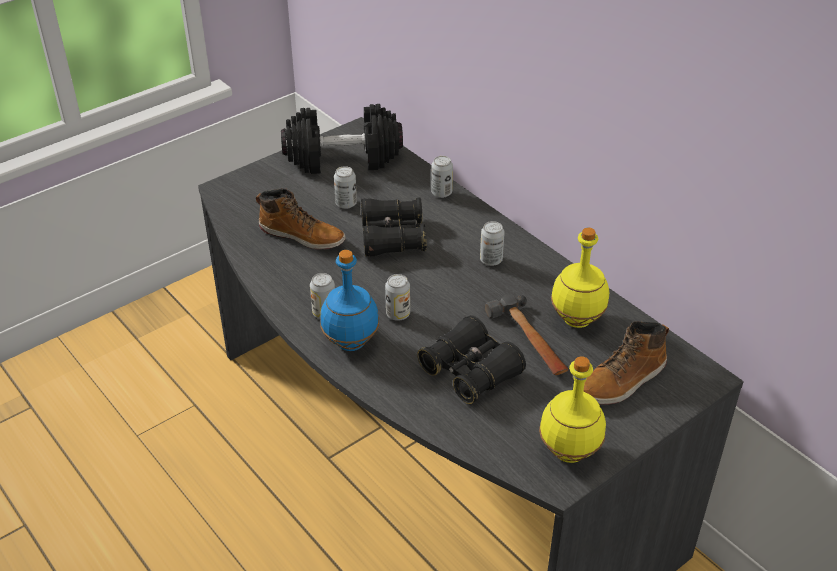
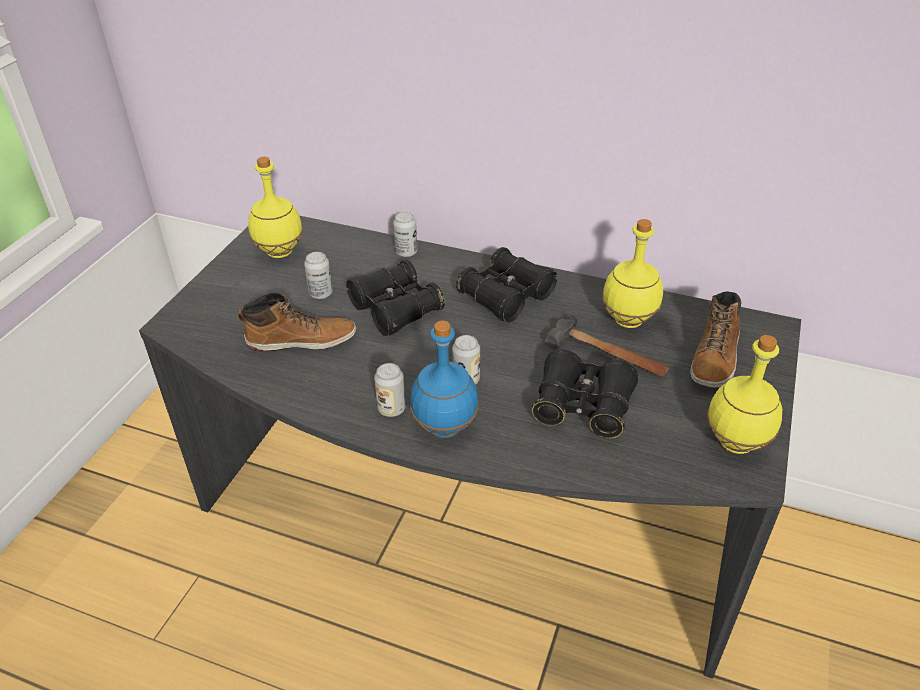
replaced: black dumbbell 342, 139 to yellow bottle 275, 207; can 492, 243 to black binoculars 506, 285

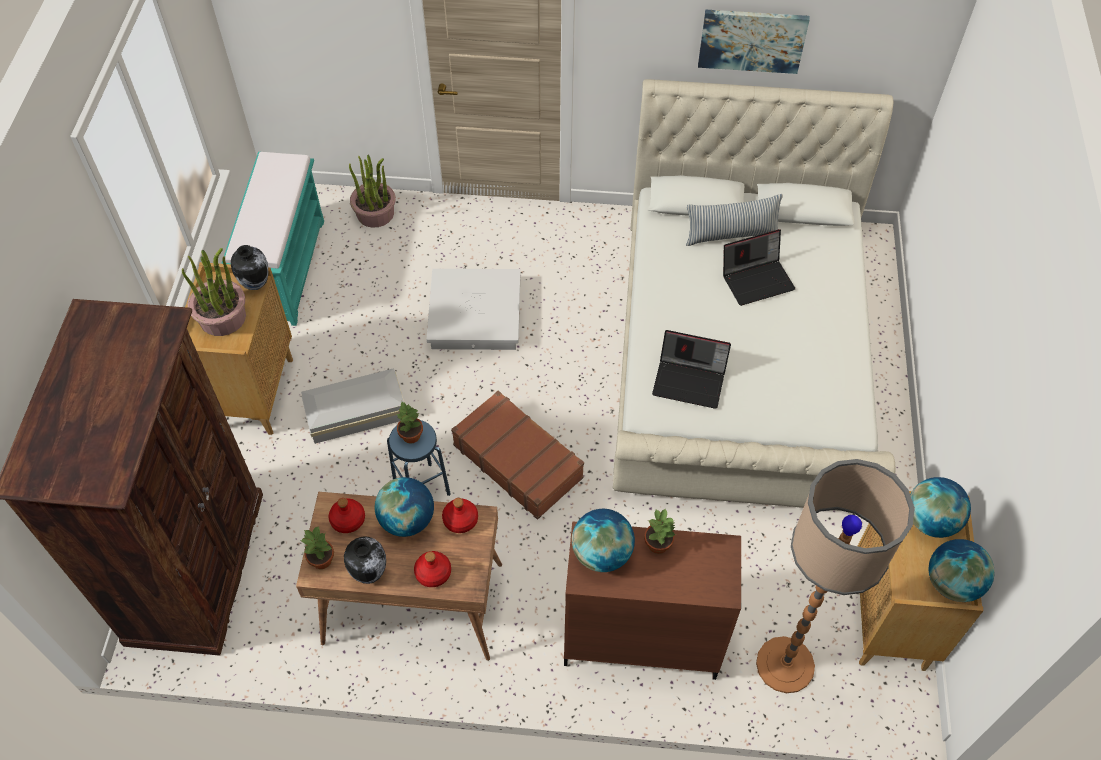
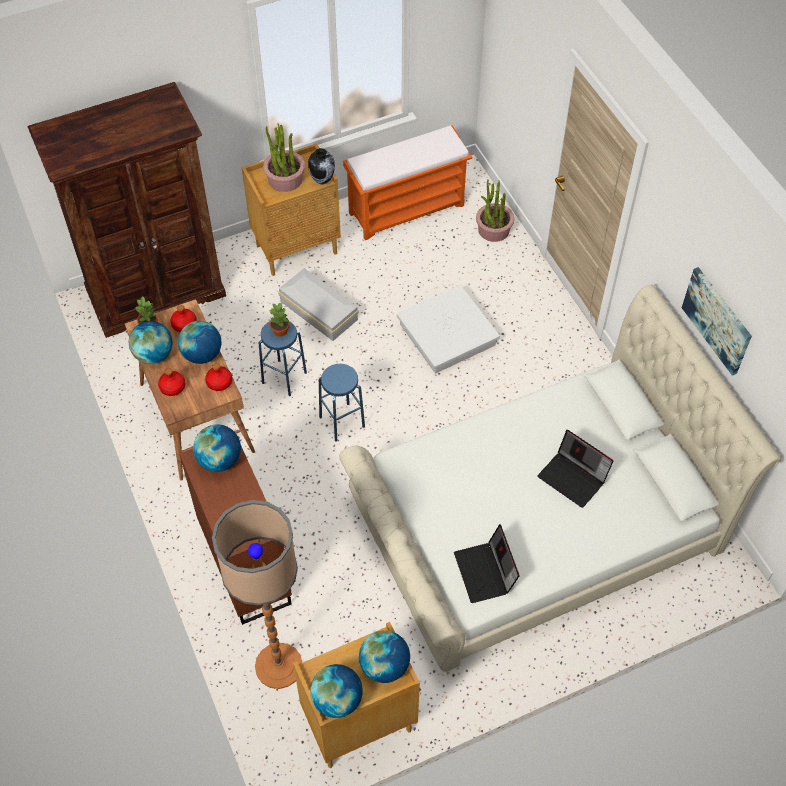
removed: potted plant 660, 531; pillow 734, 220
moved: laptop 691, 369 to 487, 563
replaced: vase 365, 560 to globe 150, 342; brown suitcase 517, 455 to blue stool 342, 403
recoloured: turquoise bench 272, 239 to orange bench 407, 182

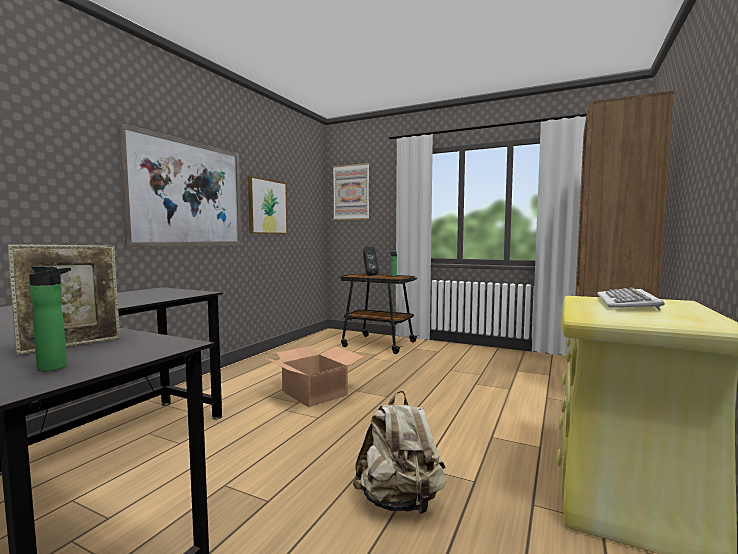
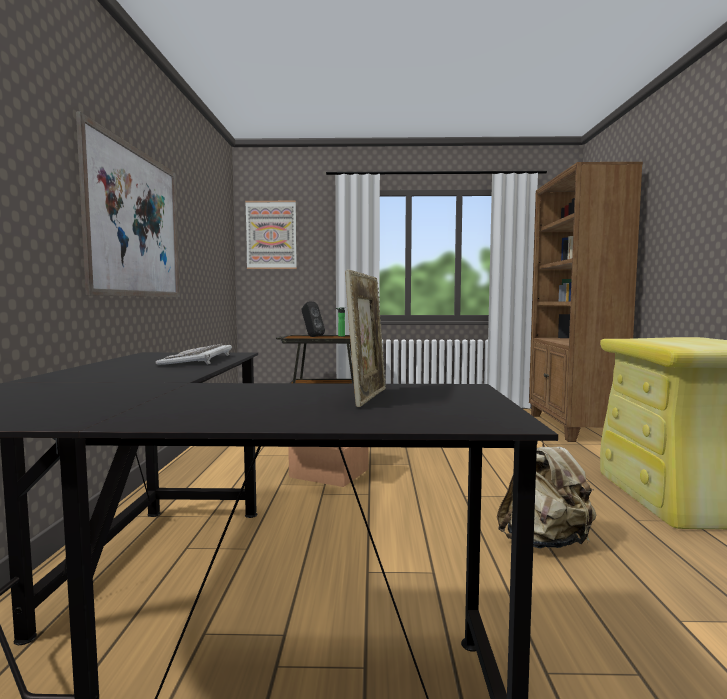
removed: bottle 50, 319; picture 268, 204
moved: keyboard 631, 298 to 193, 354

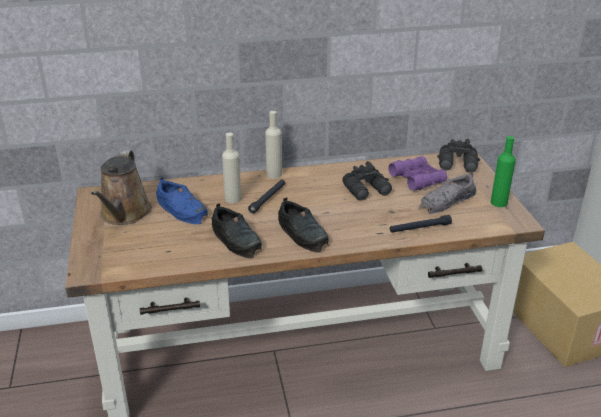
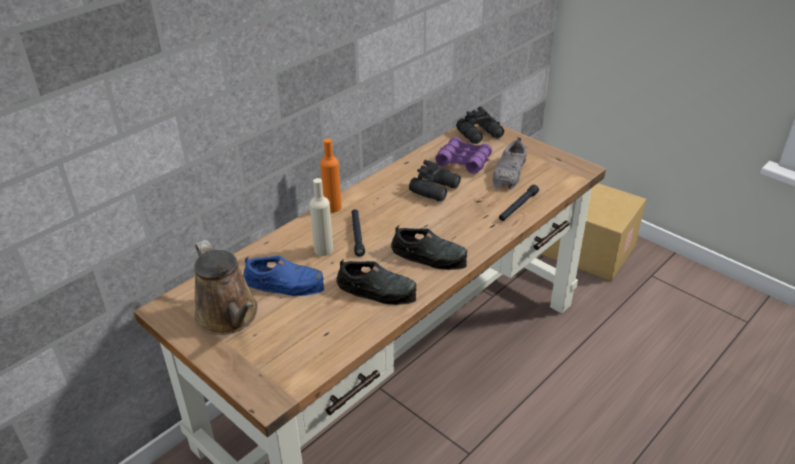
removed: green bottle 503, 171
recoloured: beige bottle 273, 145 to orange bottle 331, 176

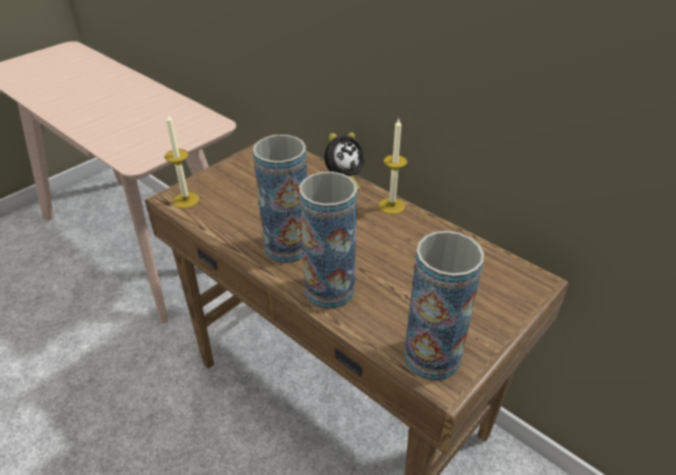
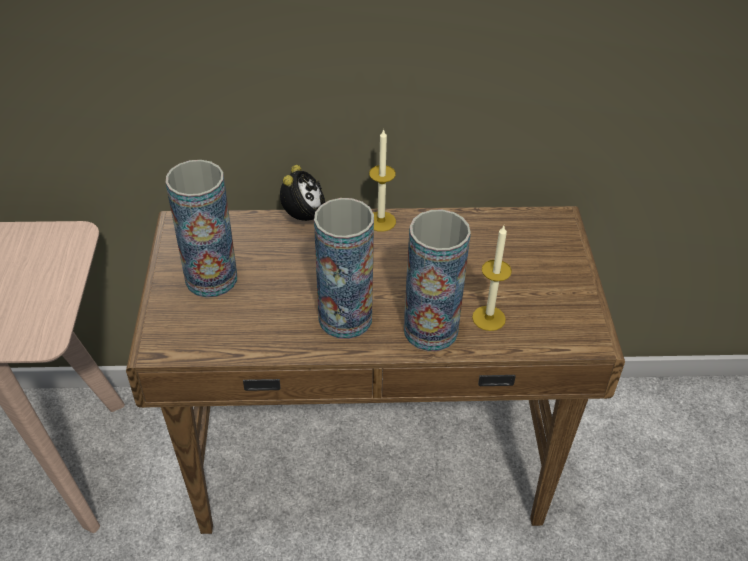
moved: candle 182, 160 to 492, 278; vase 444, 306 to 201, 229

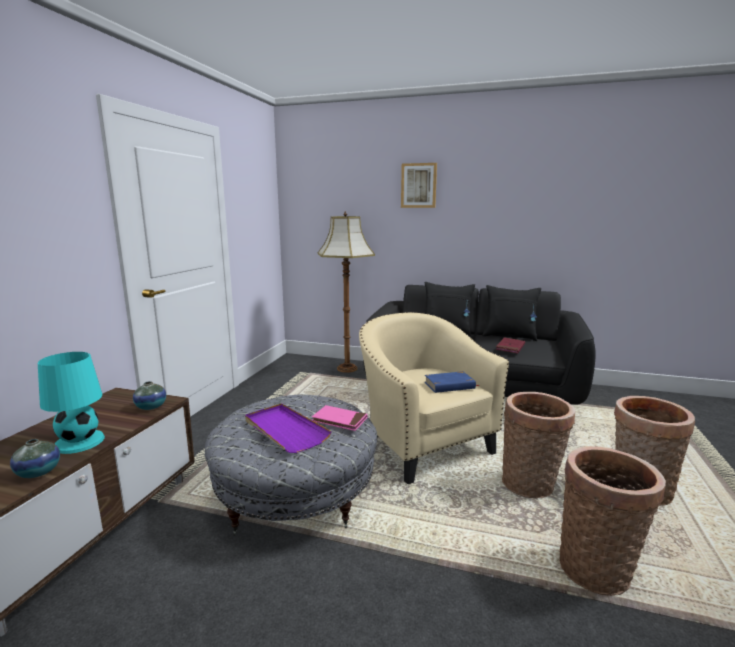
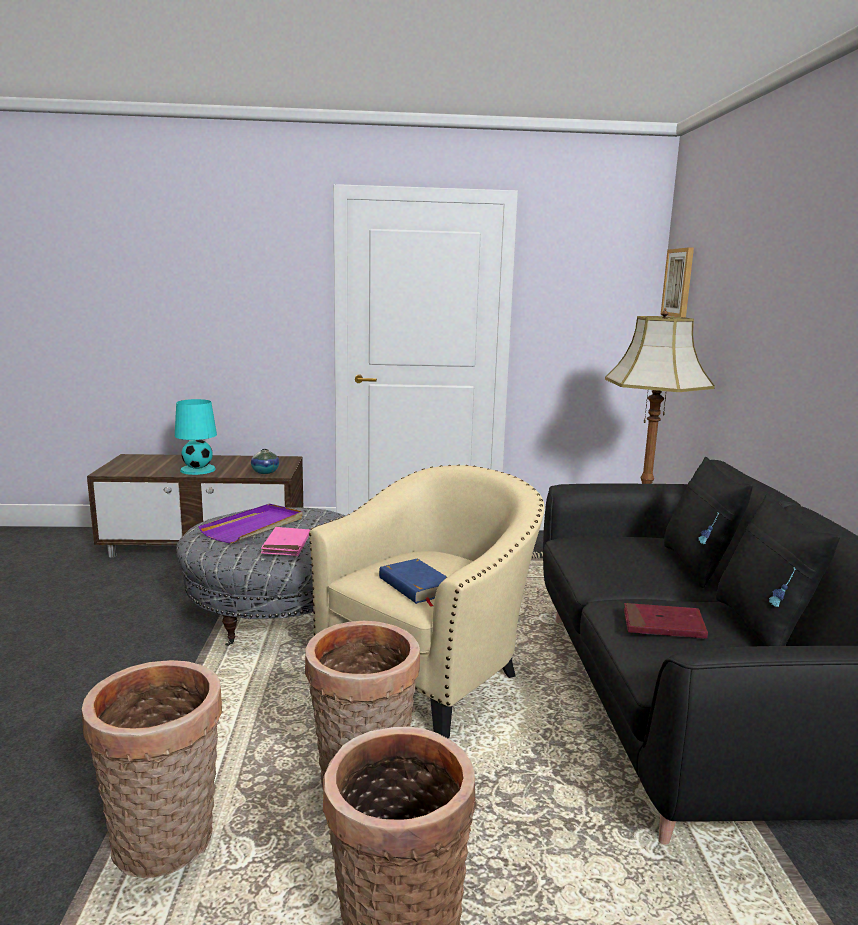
removed: vase 35, 458
moved: picture 419, 185 to 677, 282

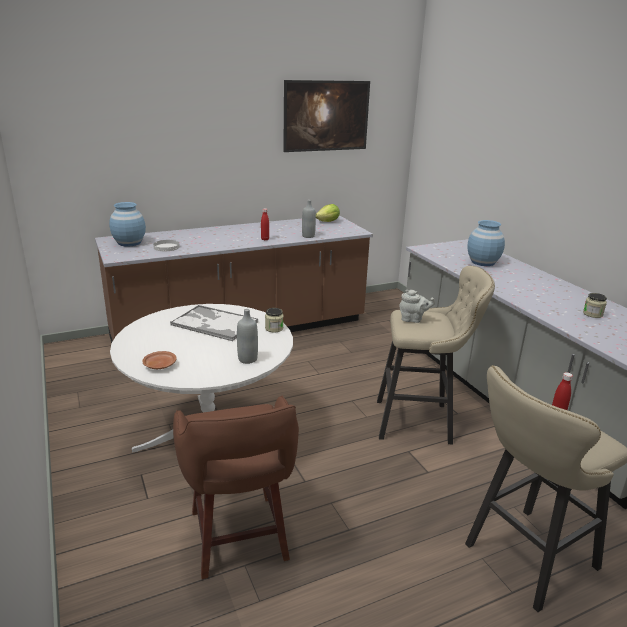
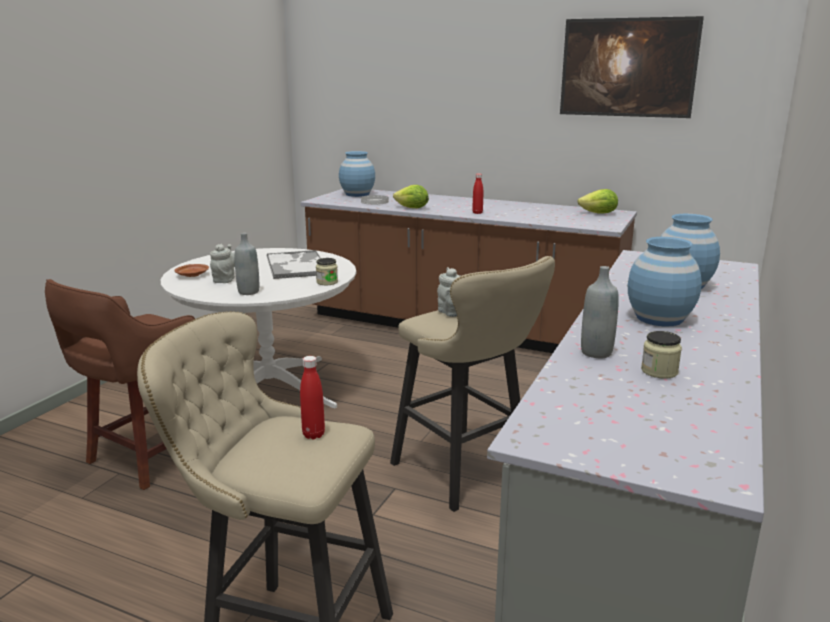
added: grey teapot 222, 263; lettuce 411, 196; blue vase 665, 282
moved: grey bottle 309, 219 to 600, 312

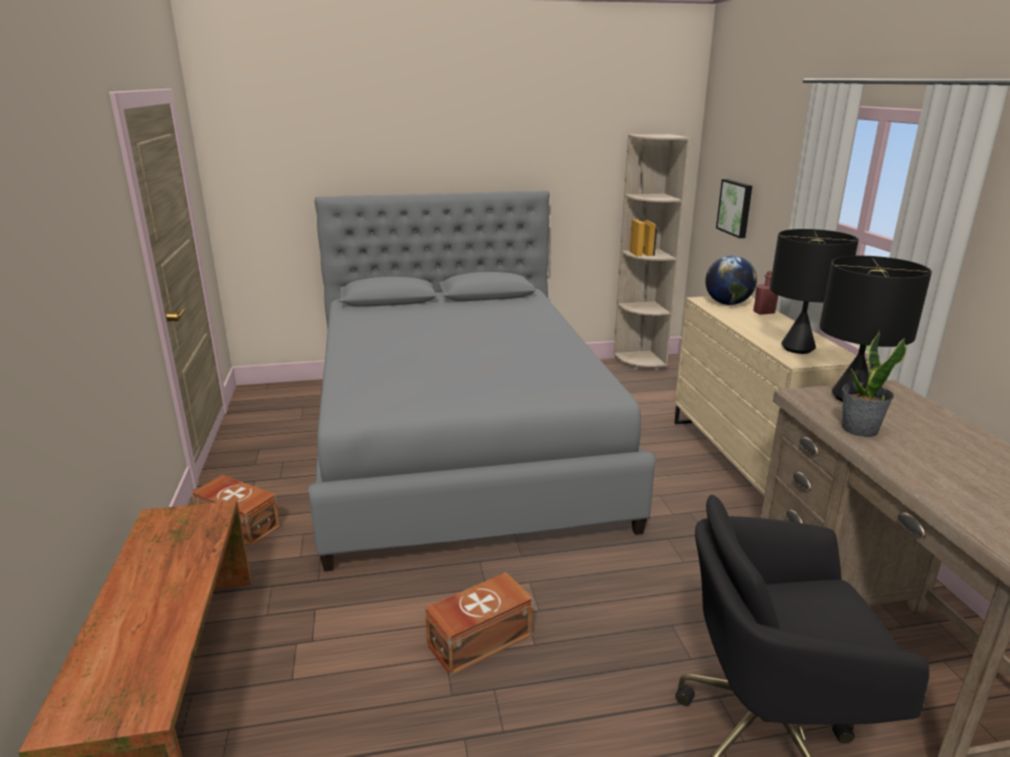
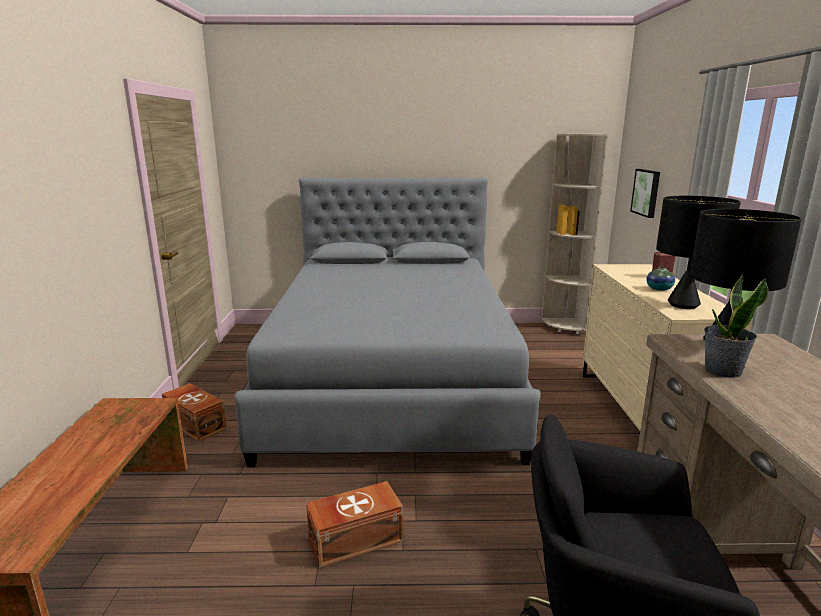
removed: globe 731, 280
added: vase 660, 279

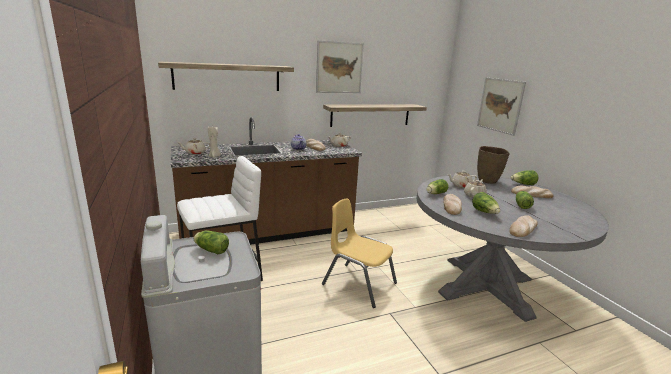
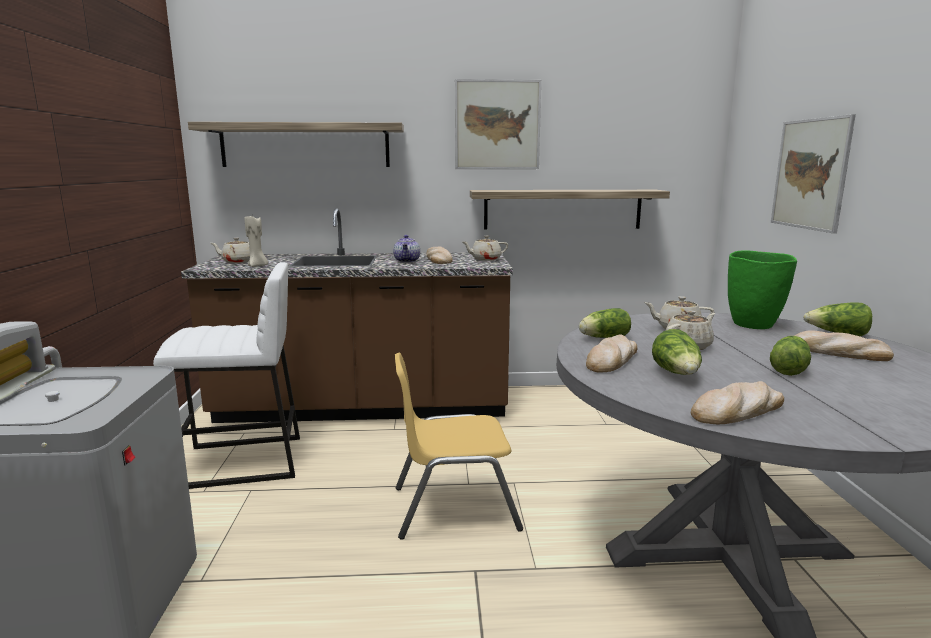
removed: lettuce 211, 242
recoloured: brown vase 493, 165 to green vase 762, 289
turned: yellow chair 359, 253 = 459, 446 60 degrees counterclockwise

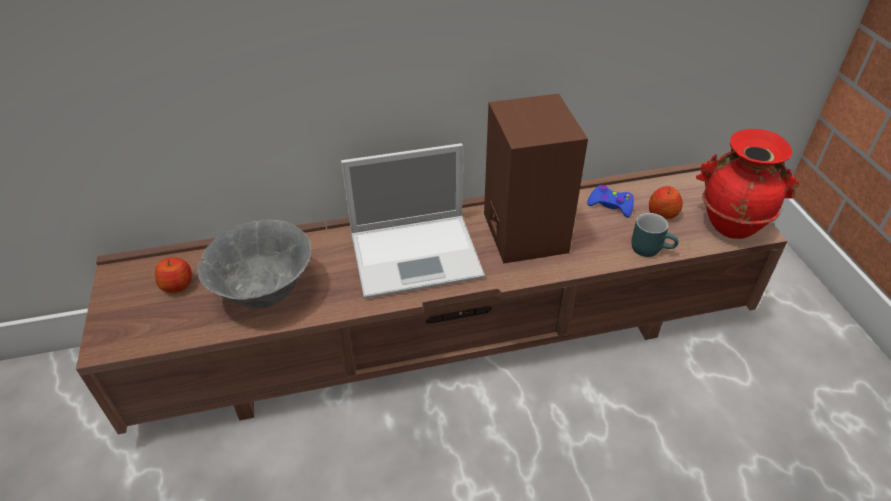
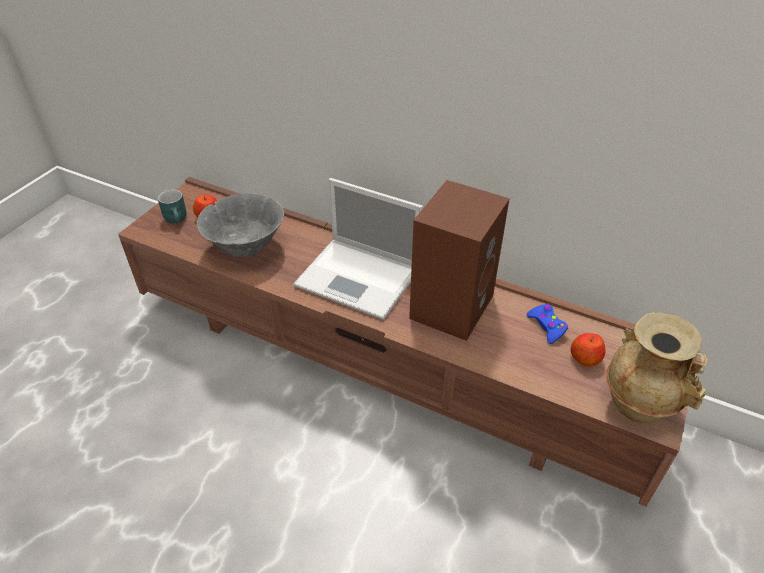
moved: turquoise mug 655, 235 to 172, 206
recoloured: red vase 747, 184 to beige vase 657, 367

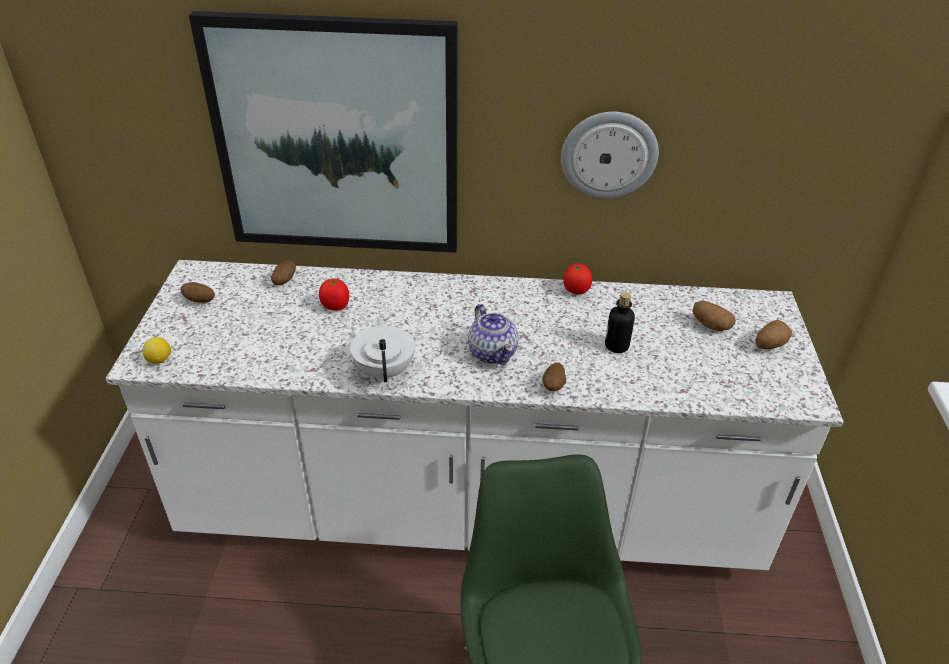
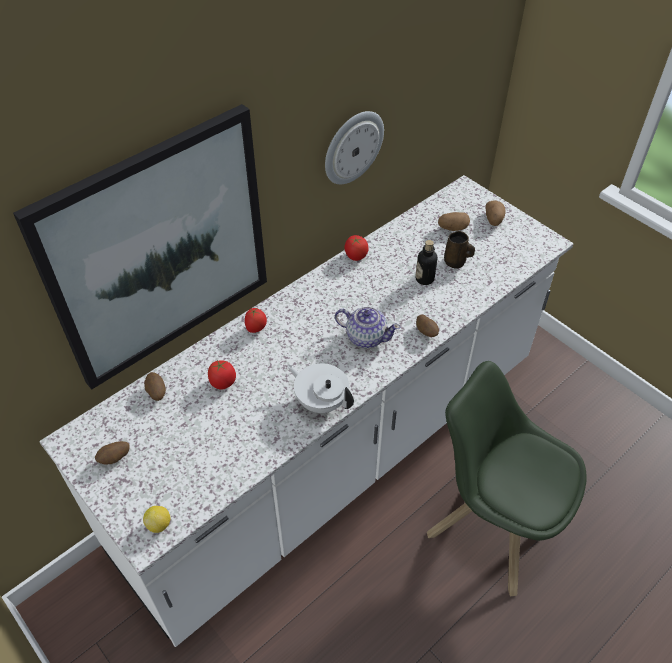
added: tomato 256, 320; brown mug 459, 249

